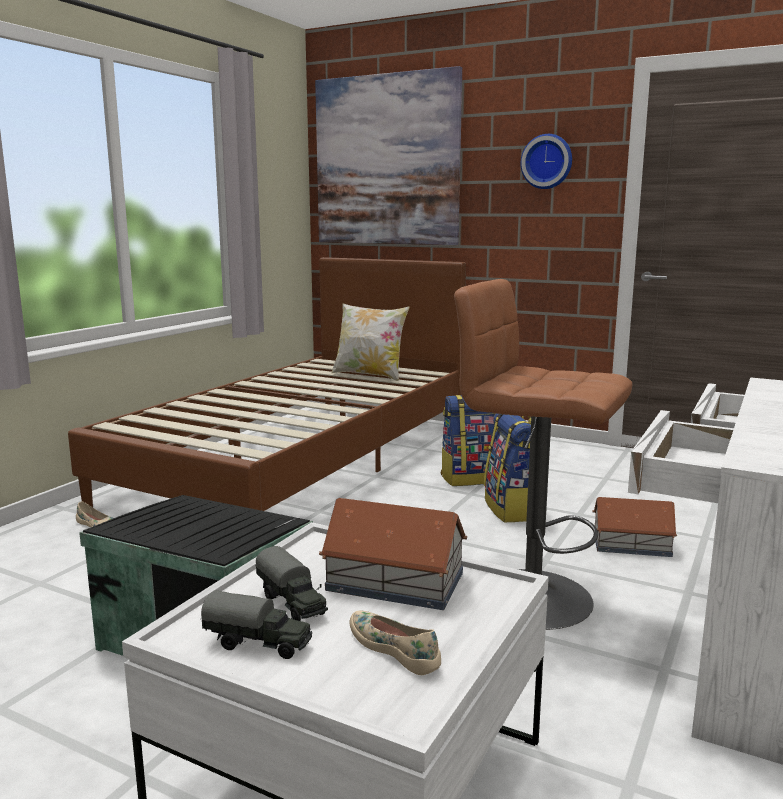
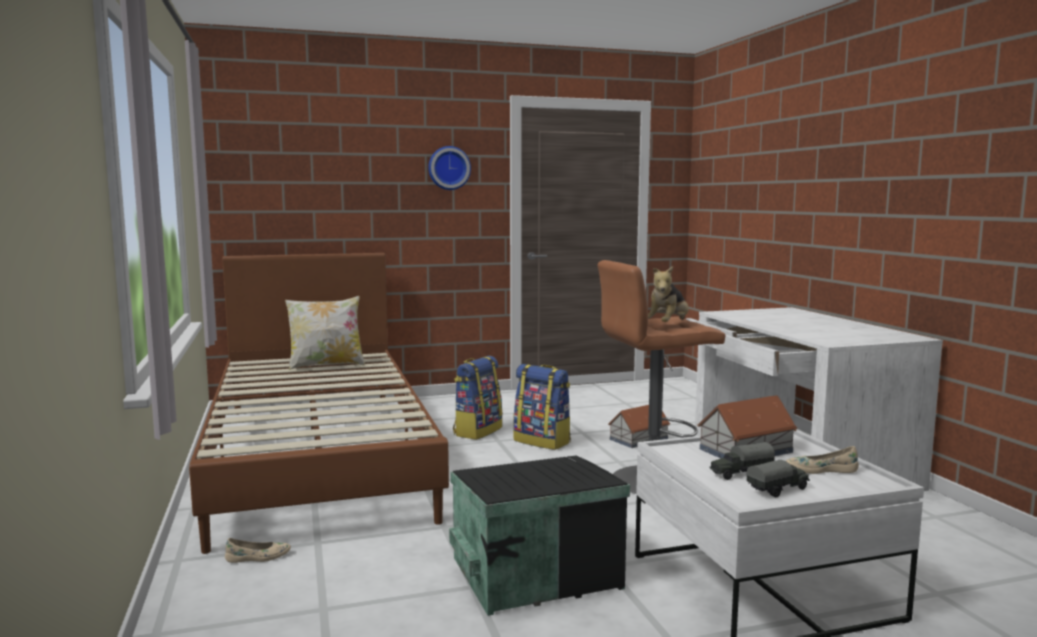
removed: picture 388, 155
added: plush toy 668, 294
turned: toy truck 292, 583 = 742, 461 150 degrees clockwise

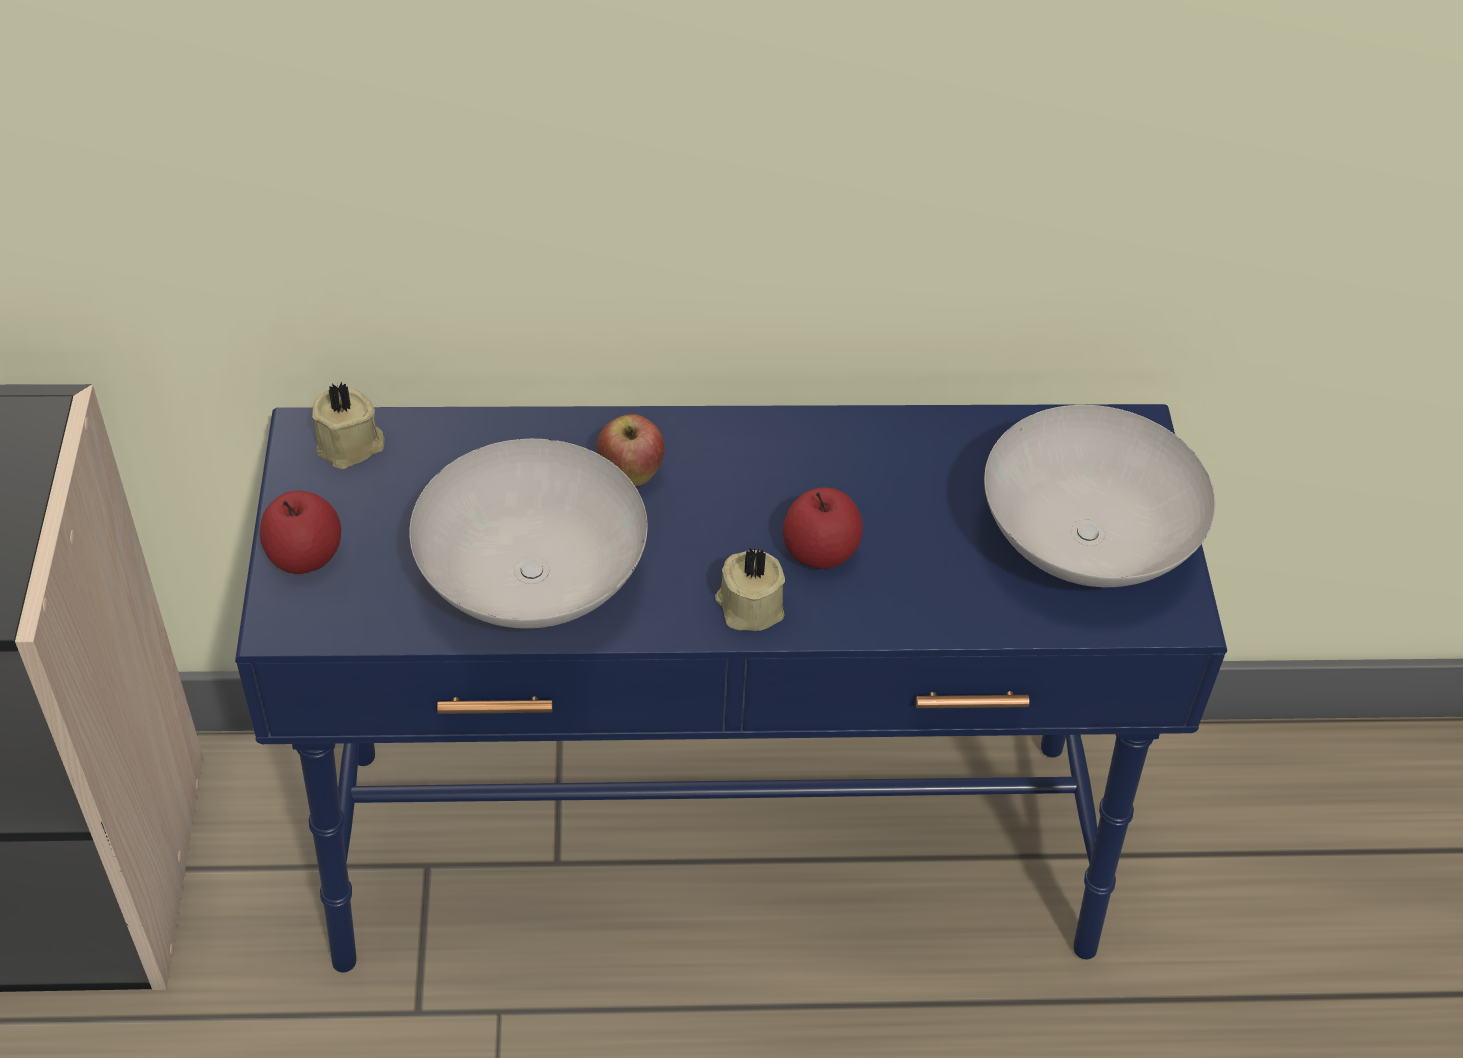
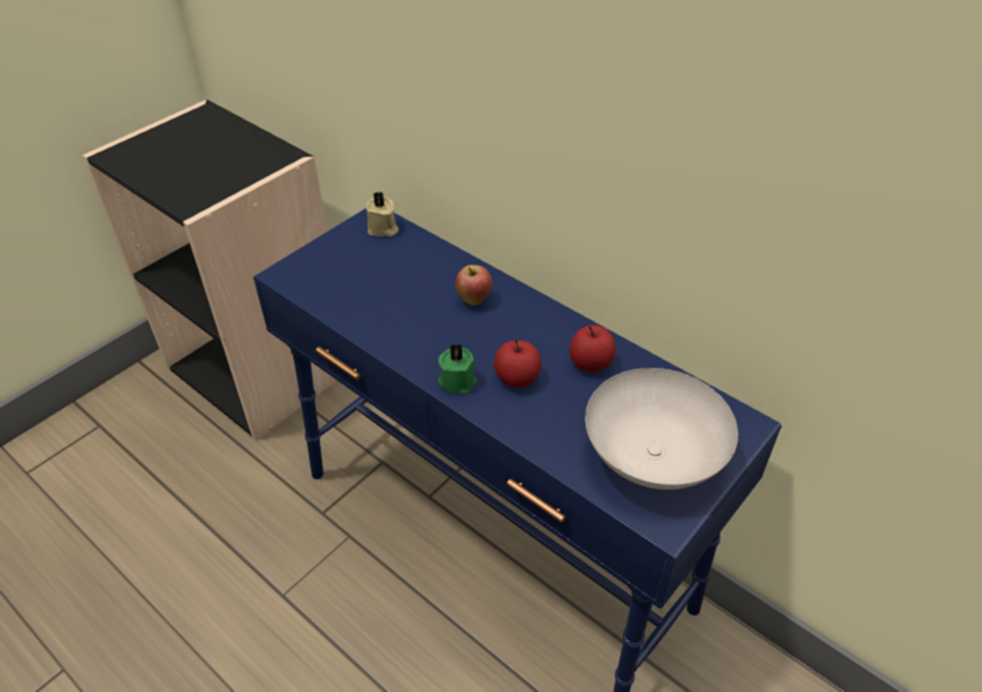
removed: white bowl 528, 534
moved: apple 300, 532 to 592, 348
recoloured: beige candle 750, 589 to green candle 457, 369

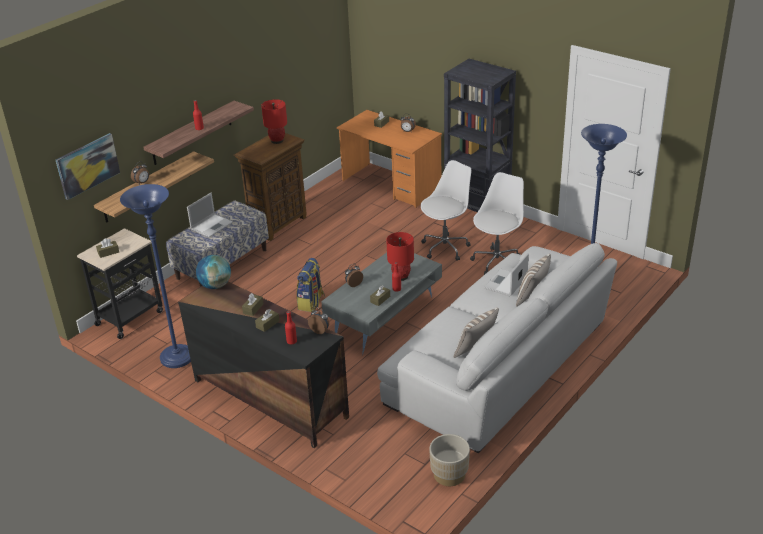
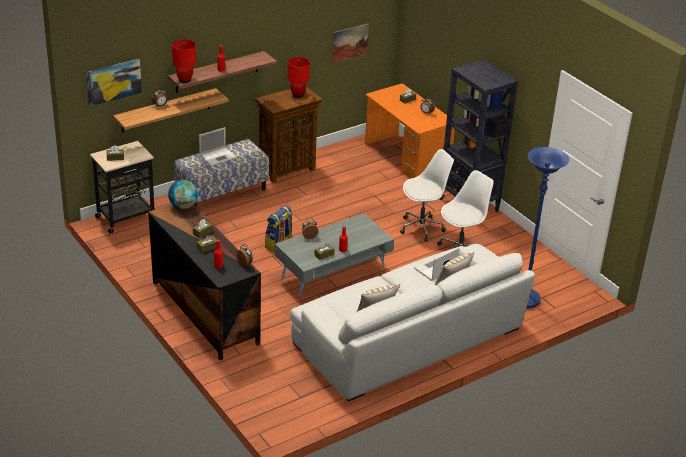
removed: blue floor lamp 155, 276; beige planter 449, 460
added: picture 350, 43
moved: red table lamp 400, 256 to 184, 61

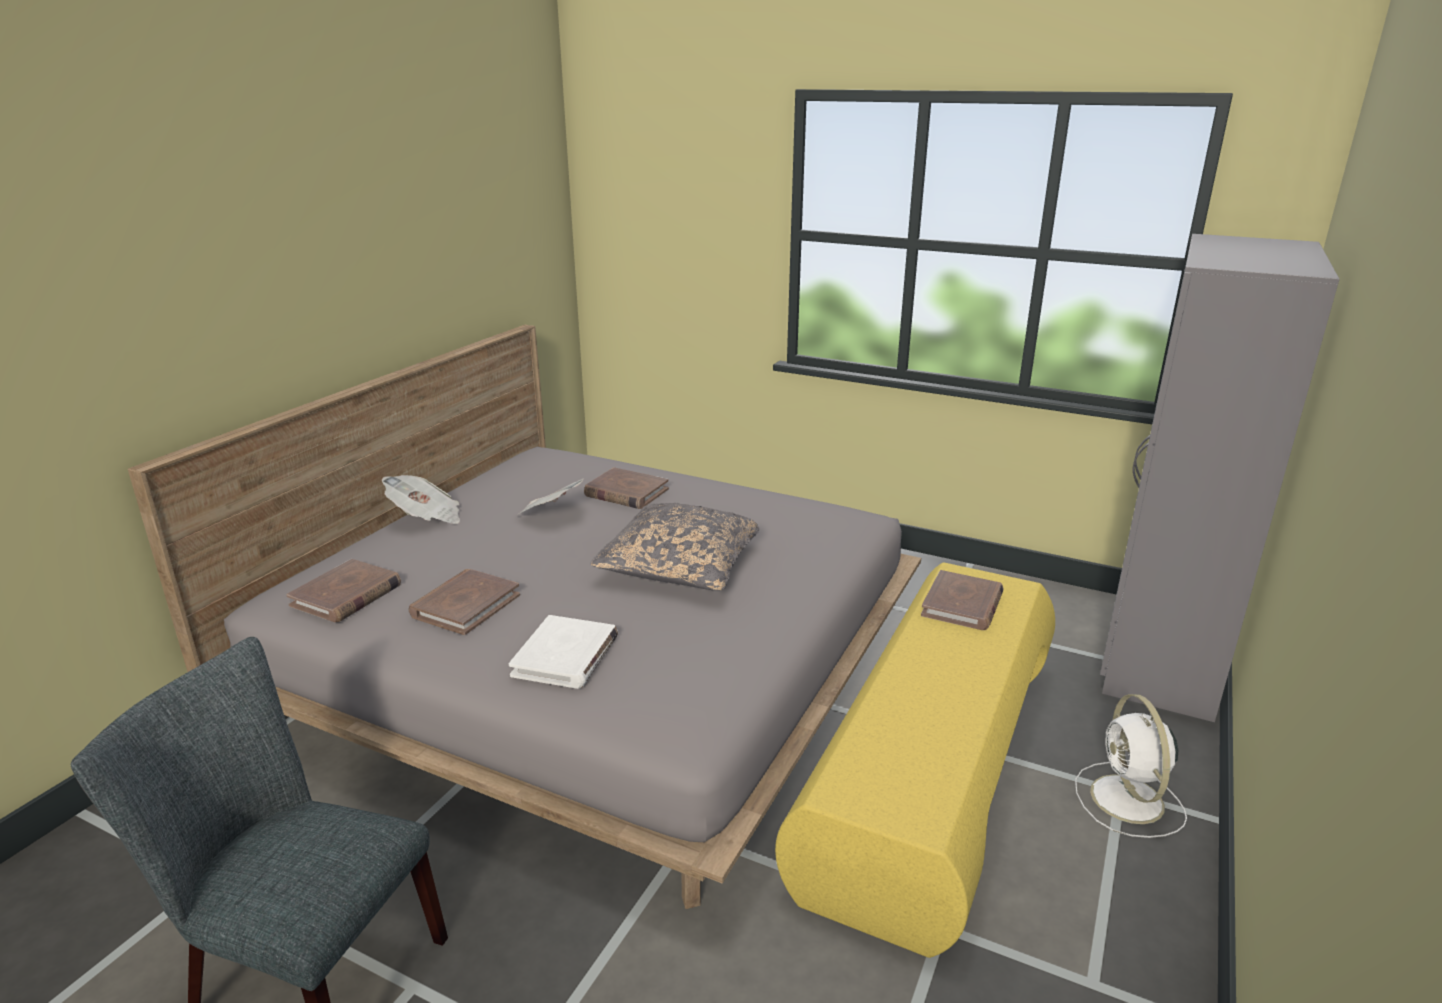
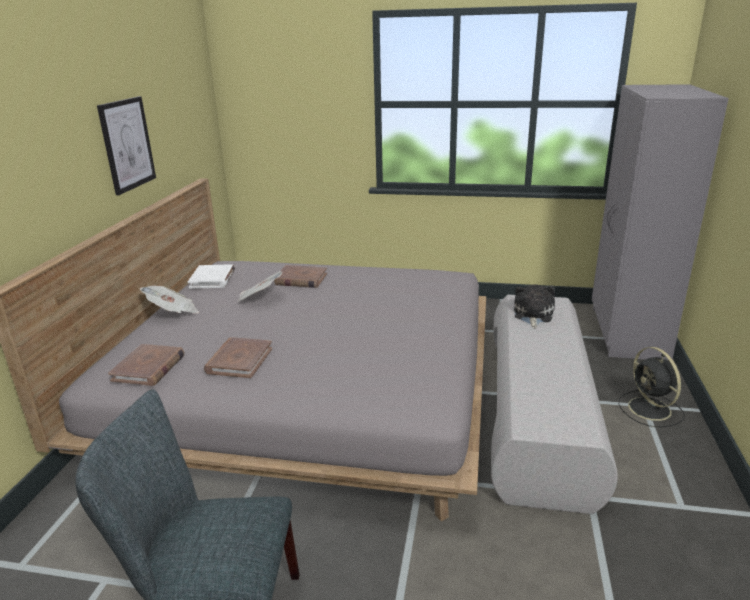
removed: grey pillow 675, 547
added: picture 126, 145
moved: white book 563, 652 to 211, 276
replaced: brown book 962, 600 to plush toy 534, 306
recoloured: yellow bench 915, 760 to grey bench 554, 404; white fan 1131, 766 to black fan 652, 387

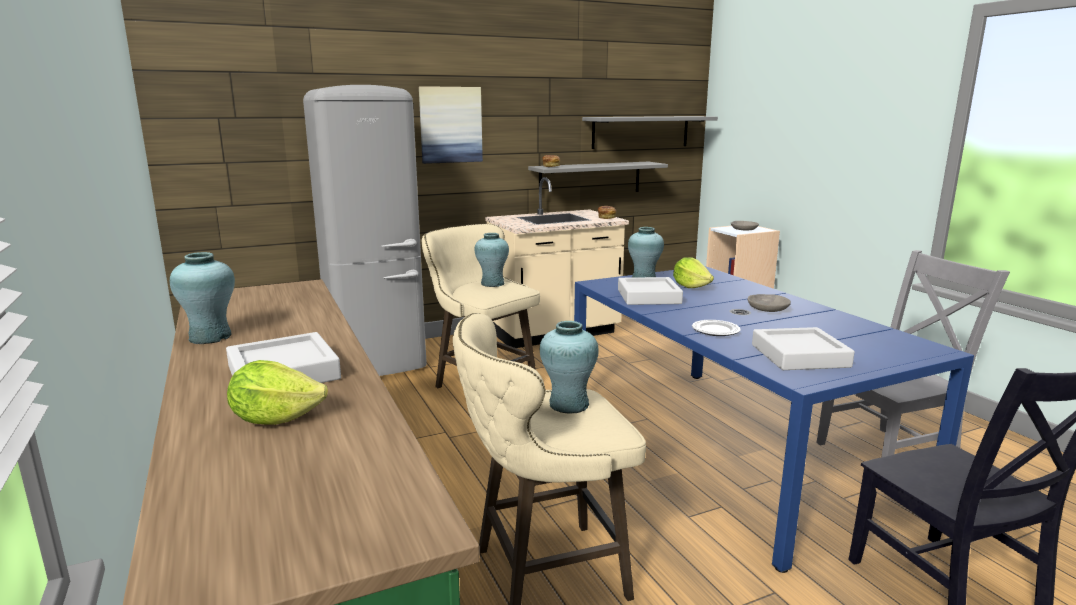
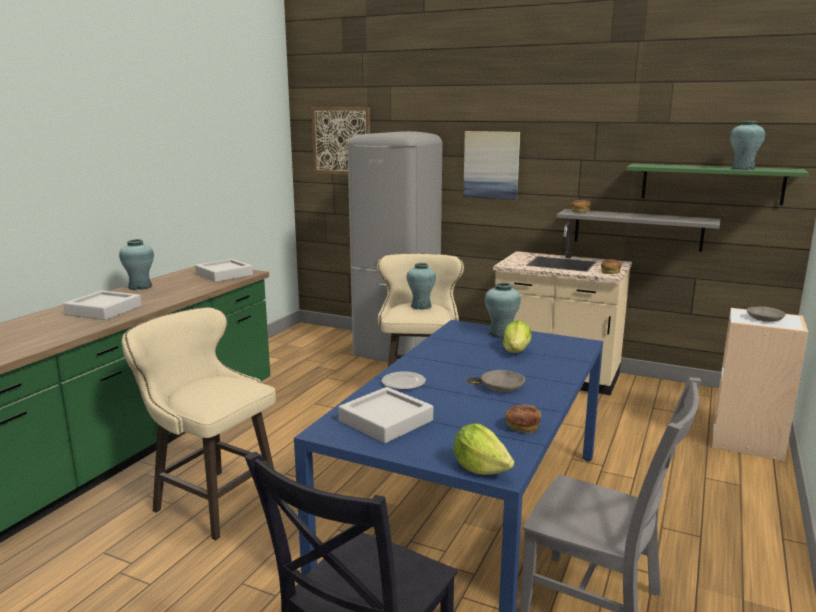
added: picture 340, 140; bread 523, 418
moved: lettuce 277, 392 to 483, 449; turquoise vase 569, 367 to 747, 145; grey tray 650, 291 to 224, 270
recoloured: grey shelf 650, 132 to green shelf 717, 185

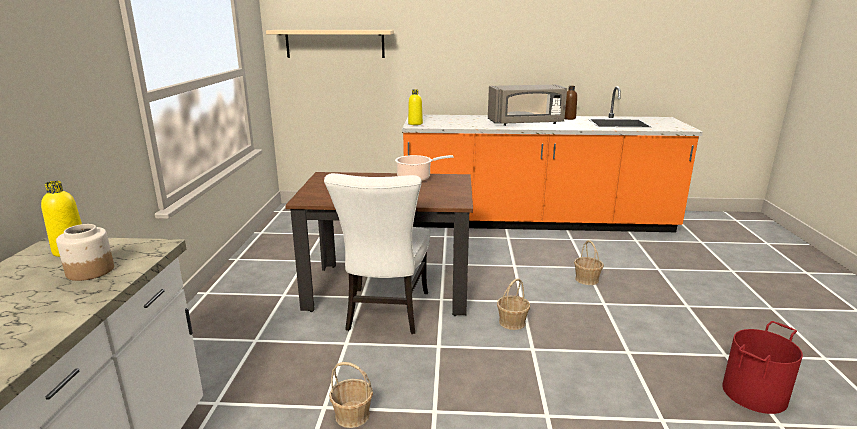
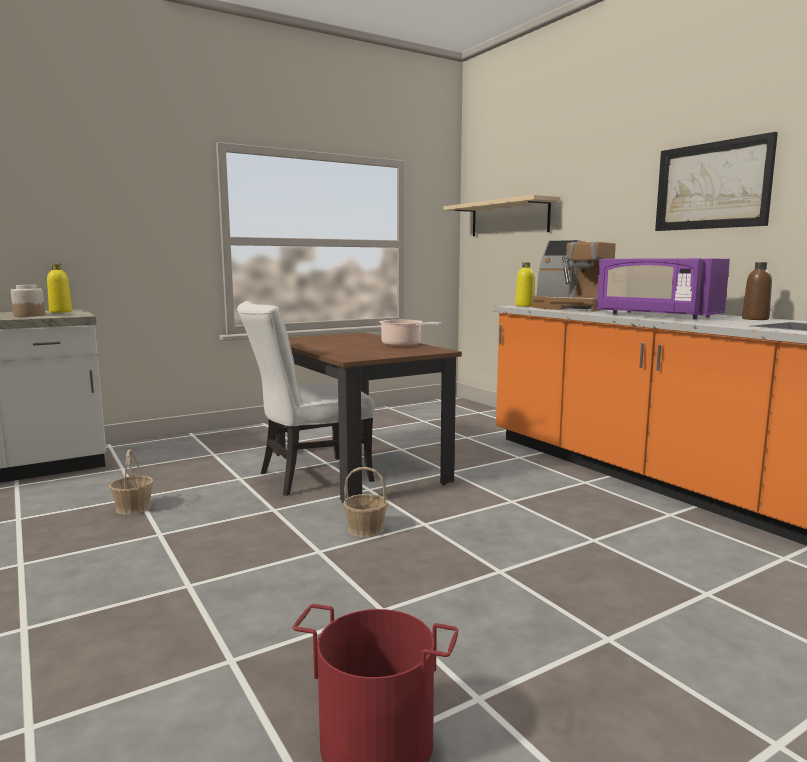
removed: basket 589, 262
added: coffee machine 573, 276; picture 716, 181
recoloured: grey microwave 527, 105 to purple microwave 663, 288

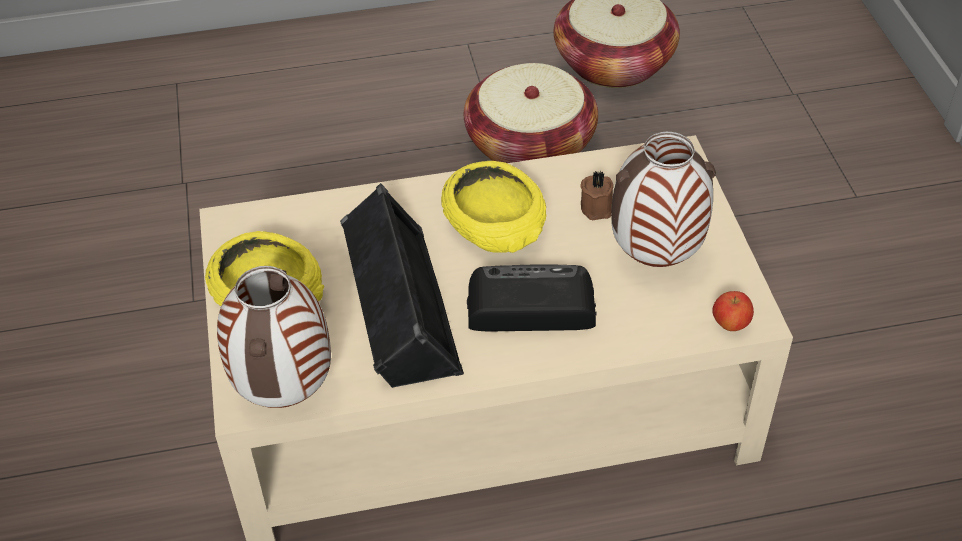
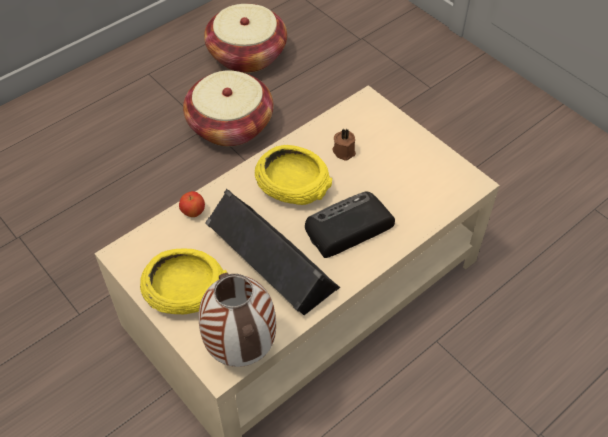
removed: vase 663, 199
moved: apple 733, 311 to 192, 204

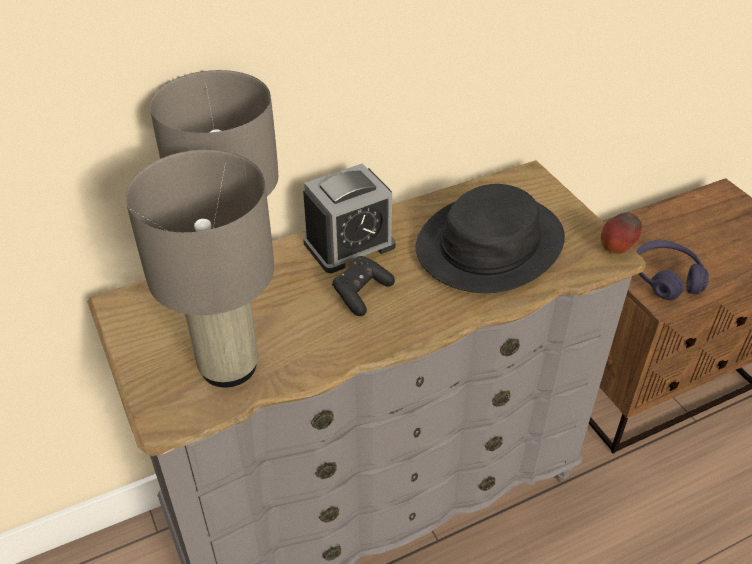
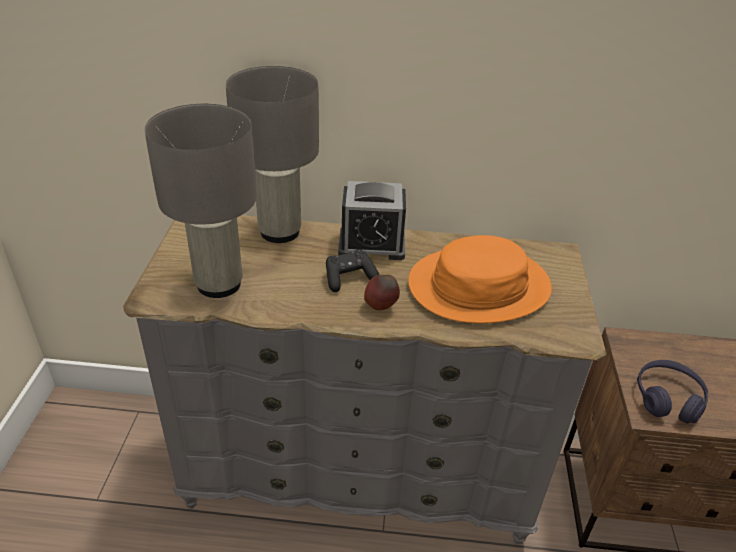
moved: apple 621, 233 to 382, 292
recoloured: black hat 490, 238 to orange hat 480, 279

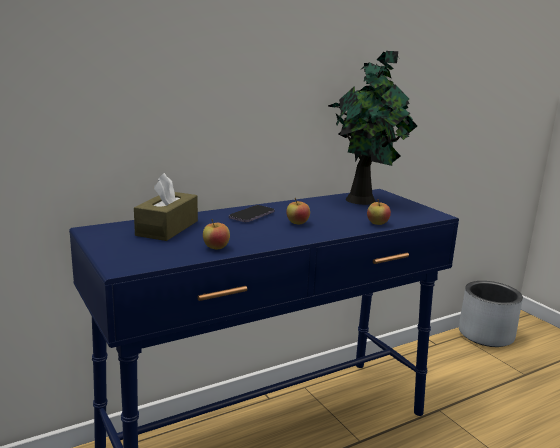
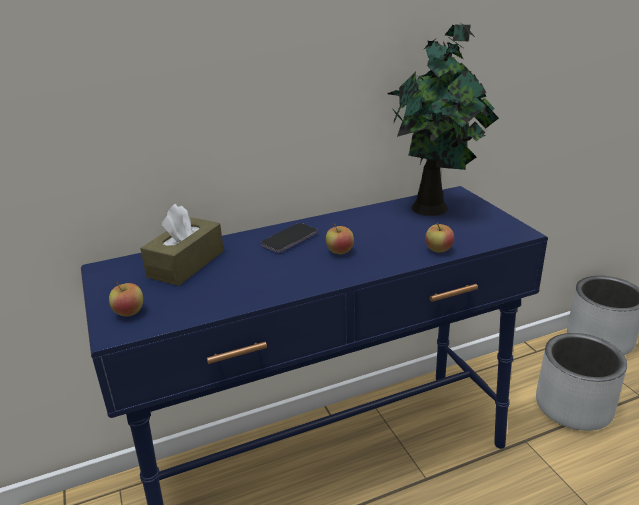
added: grey planter 581, 382
moved: apple 216, 234 to 126, 299

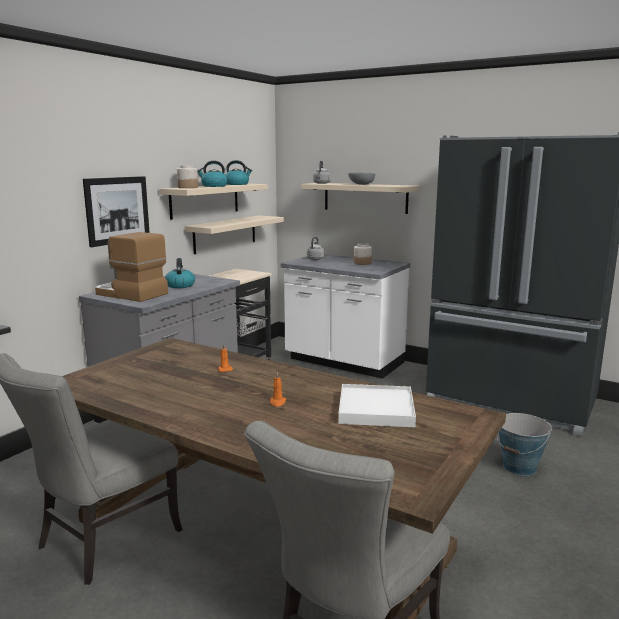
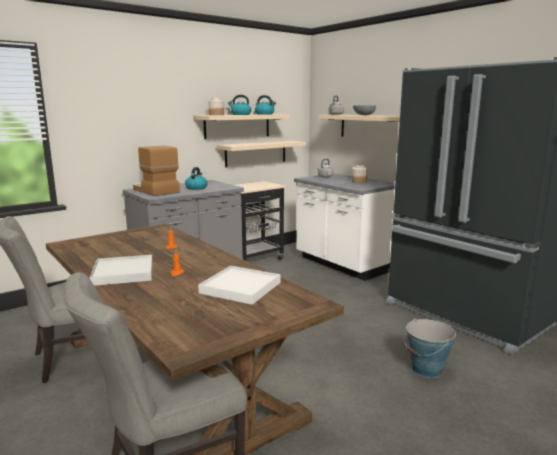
removed: picture 116, 211
added: white tray 121, 270

